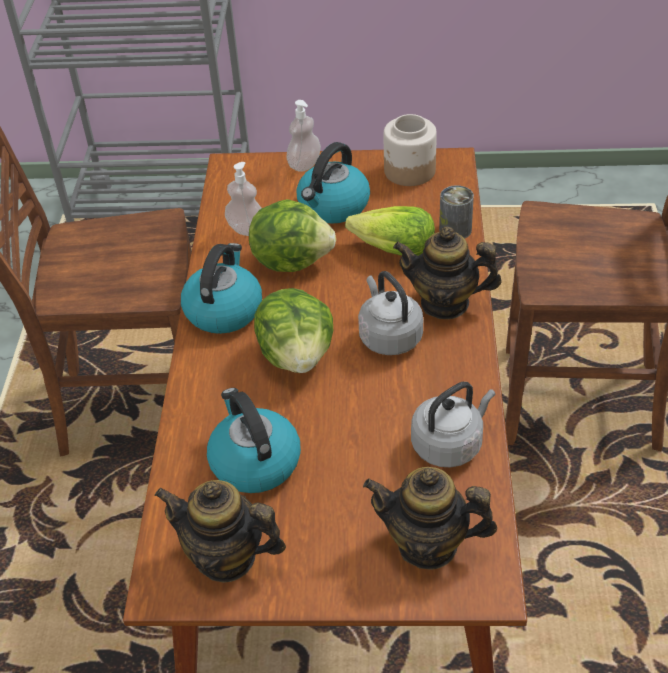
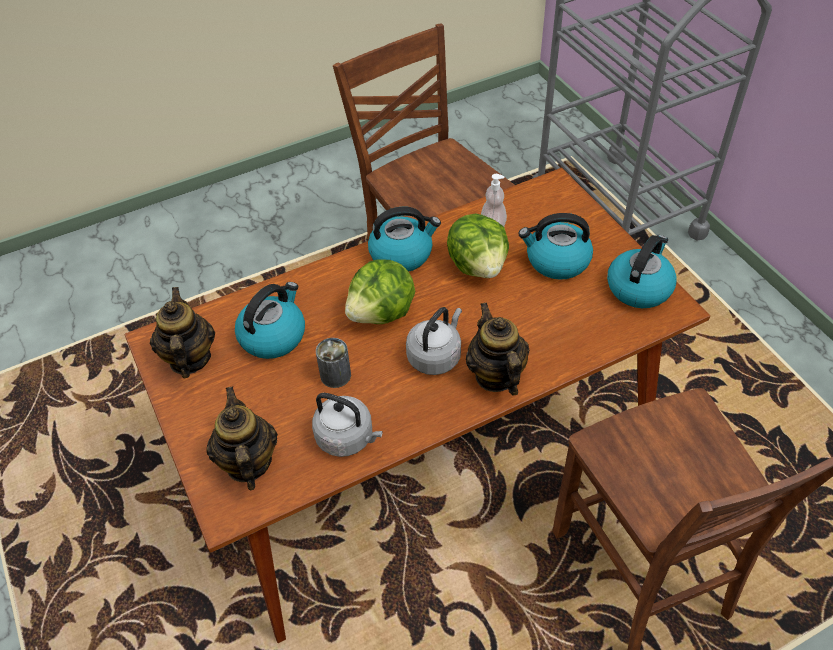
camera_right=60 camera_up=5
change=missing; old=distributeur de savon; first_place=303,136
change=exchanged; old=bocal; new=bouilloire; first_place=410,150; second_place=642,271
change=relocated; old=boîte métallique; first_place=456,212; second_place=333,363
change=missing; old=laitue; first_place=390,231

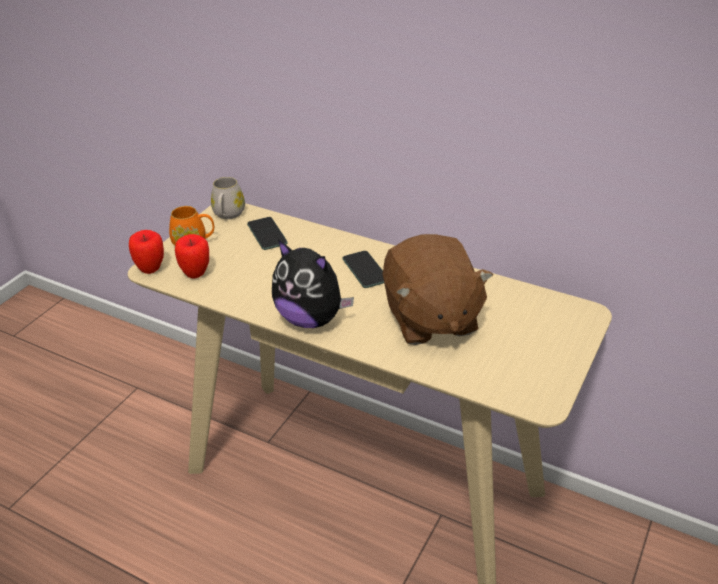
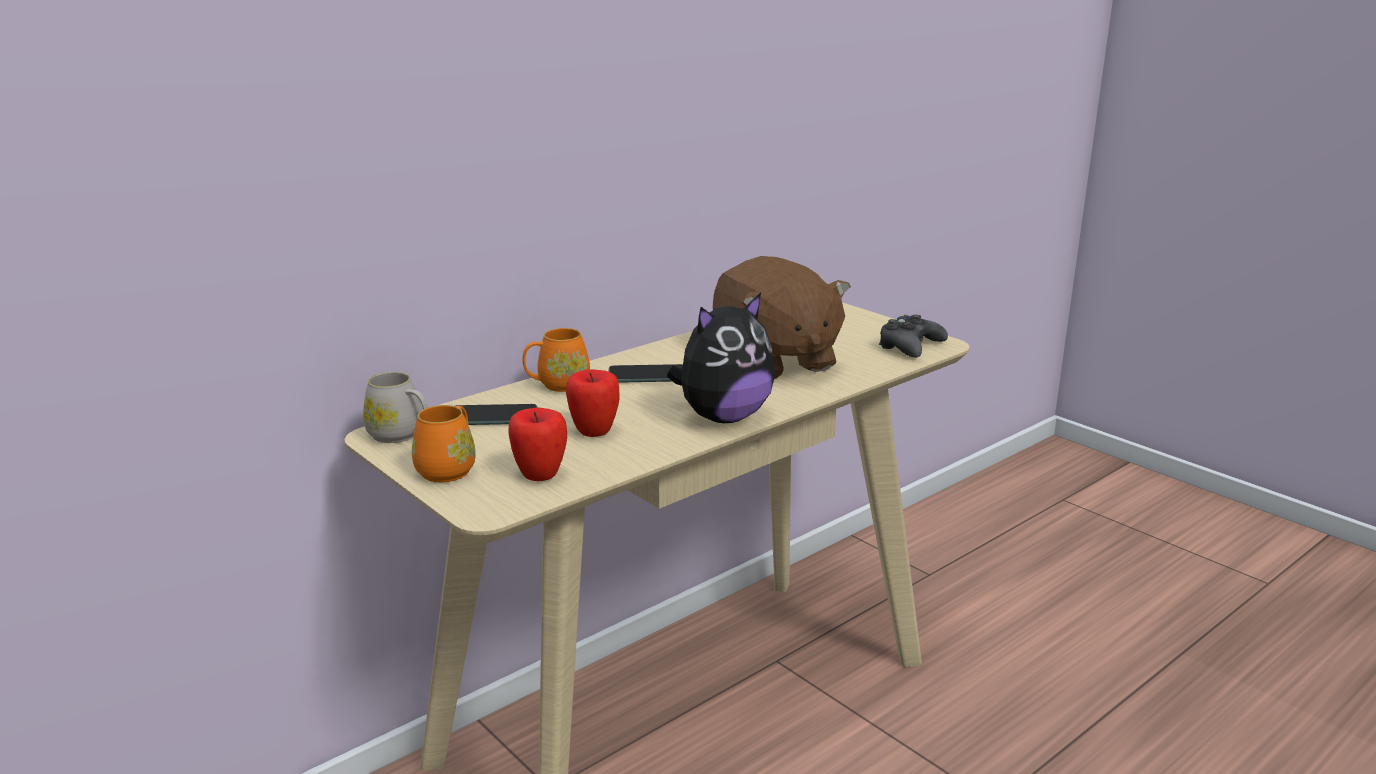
camera_right=-70 camera_up=-15
change=relocated; old=pomme; first_place=146,252; second_place=593,403
change=spun; old=peluche/marron; first_place=437,289; second_place=782,317; degrees=60
change=appeared; new=manette/noir; second_place=913,336
change=appeared; new=mug/orange; second_place=556,360

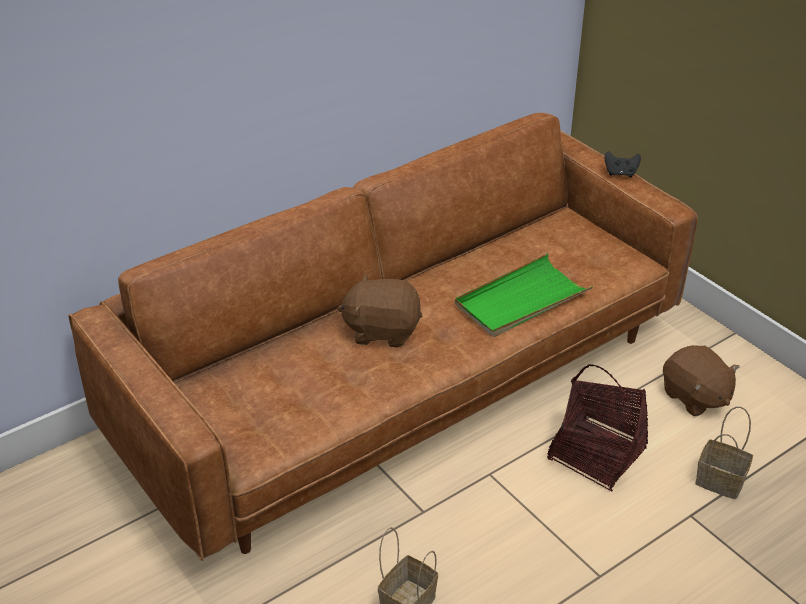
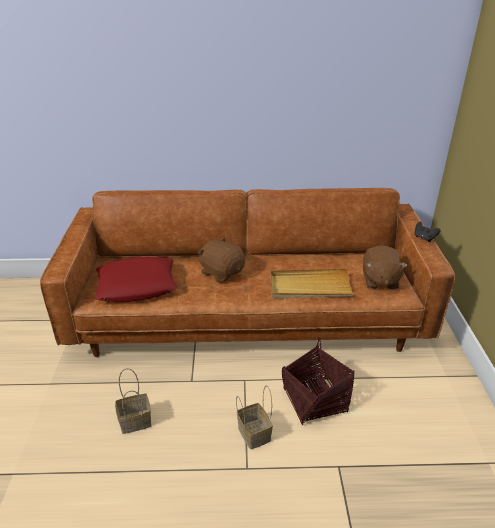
camera_right=35 camera_up=-5
change=colour; old=plateau/vert; new=plateau/beige; first_place=523,295; second_place=313,283
change=relocated; old=peluche/marron; first_place=701,380; second_place=385,268
change=relocated; old=panier; first_place=724,453; second_place=254,417
change=appeared; new=coussin/rouge; second_place=136,279

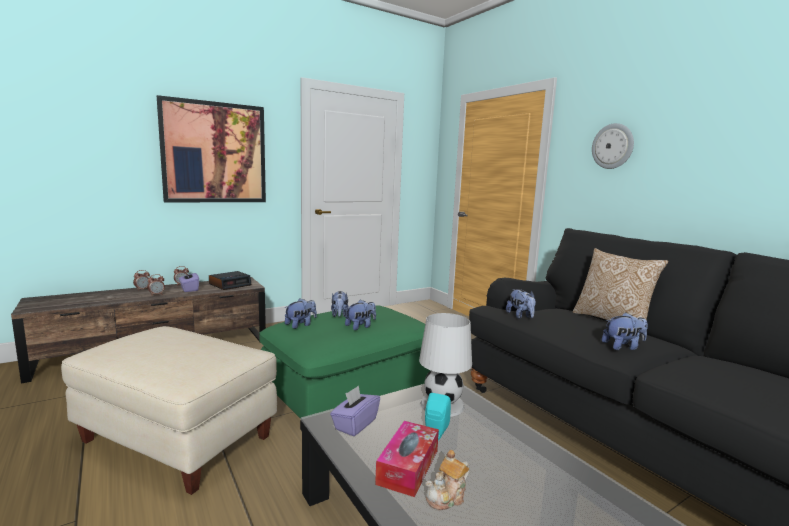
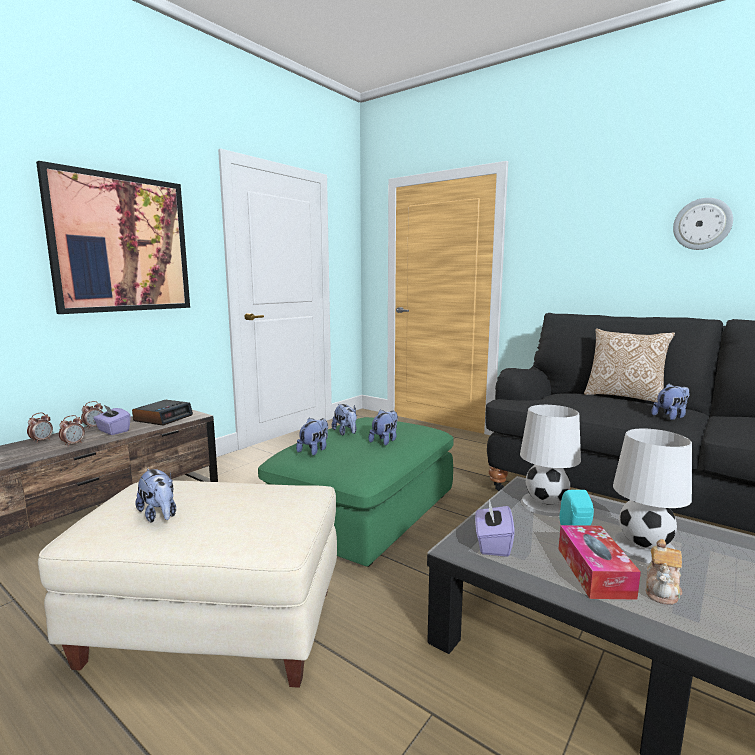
camera_right=-20 camera_up=0
change=relocated; old=horloge murale; first_place=613,146; second_place=703,224
change=relocated; old=peluche; first_place=521,304; second_place=156,496
change=appeared; new=lampe de table/blanc; second_place=652,496

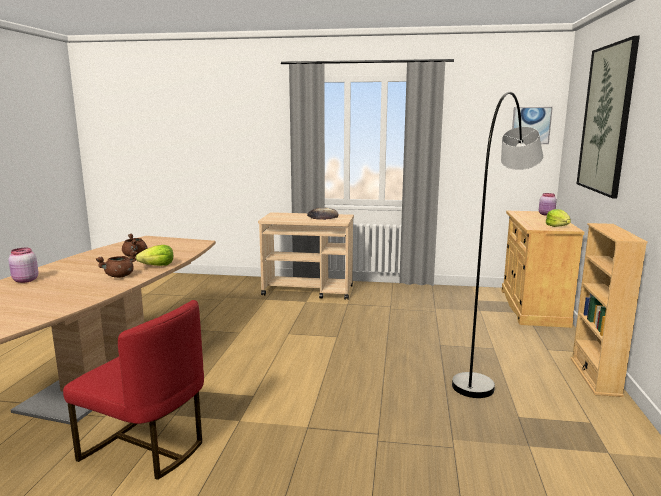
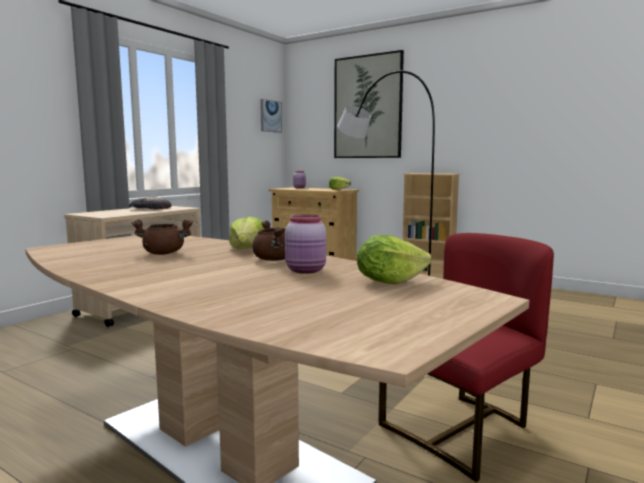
camera_right=-65 camera_up=-5
change=relocated; old=bocal/rose; first_place=24,265; second_place=305,244
change=appeared; new=laitue; second_place=394,259

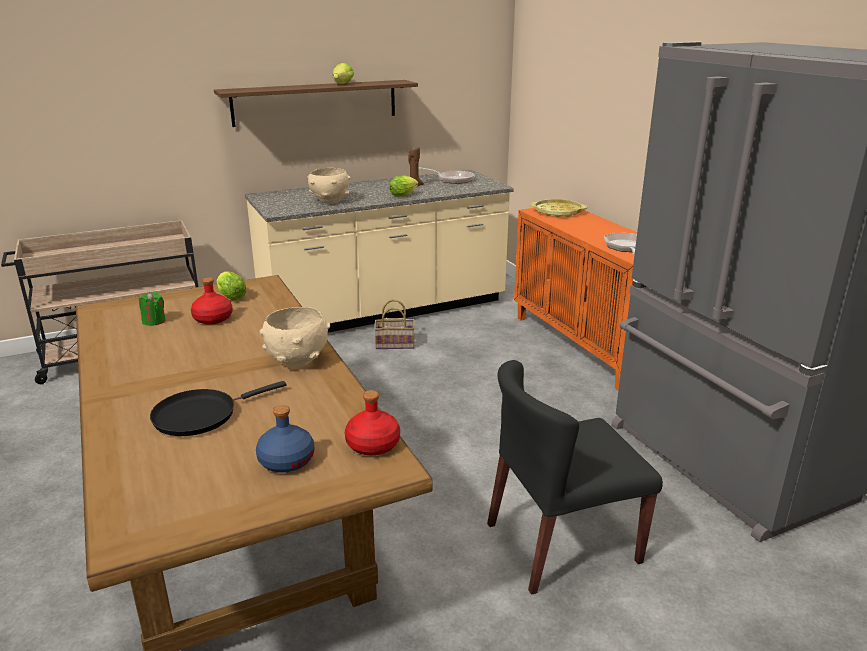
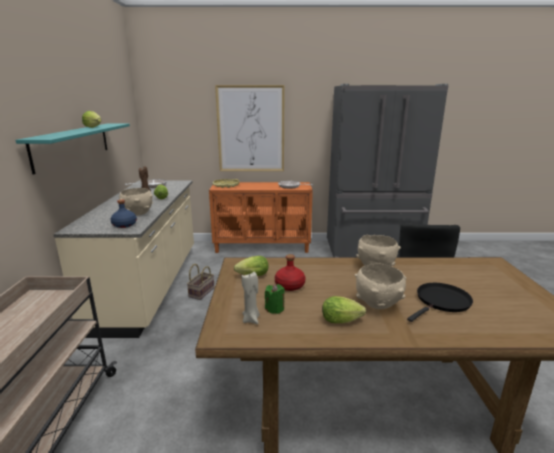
camera_right=-65 camera_up=-5
change=colour; old=étagère/marron; new=étagère/turquoise; first_place=316,103; second_place=72,149
change=spun; old=poêle/noir; first_place=218,408; second_place=440,302; degrees=-120
change=missing; old=bouteille/rouge; first_place=372,422
change=relocated; old=bouteille/bleu; first_place=285,439; second_place=123,213
change=appeared; new=tableau; second_place=250,128
change=appeared; new=bol/beige; second_place=380,286
change=appeared; new=bougie/beige; second_place=250,297
change=appeared; new=laitue; second_place=344,309

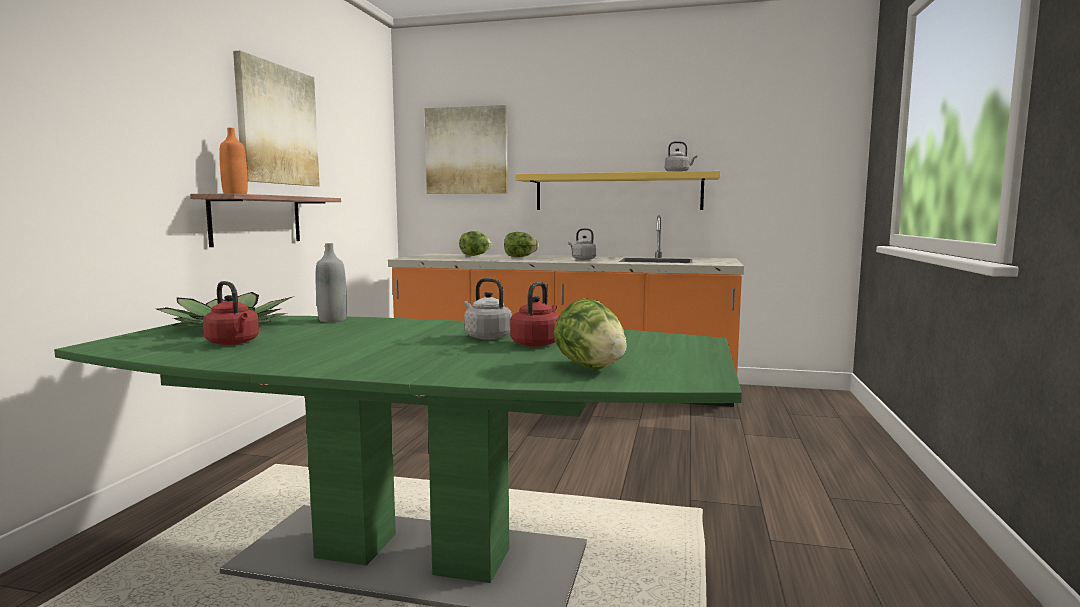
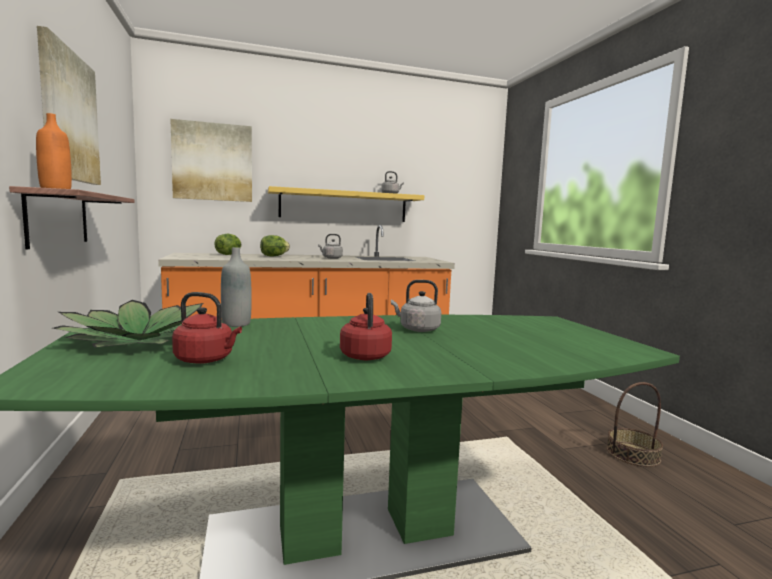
camera_right=-30 camera_up=0
change=relocated; old=bouilloire/rouge; first_place=534,314; second_place=366,326
change=missing; old=laitue; first_place=590,333
change=appeared; new=panier; second_place=635,424

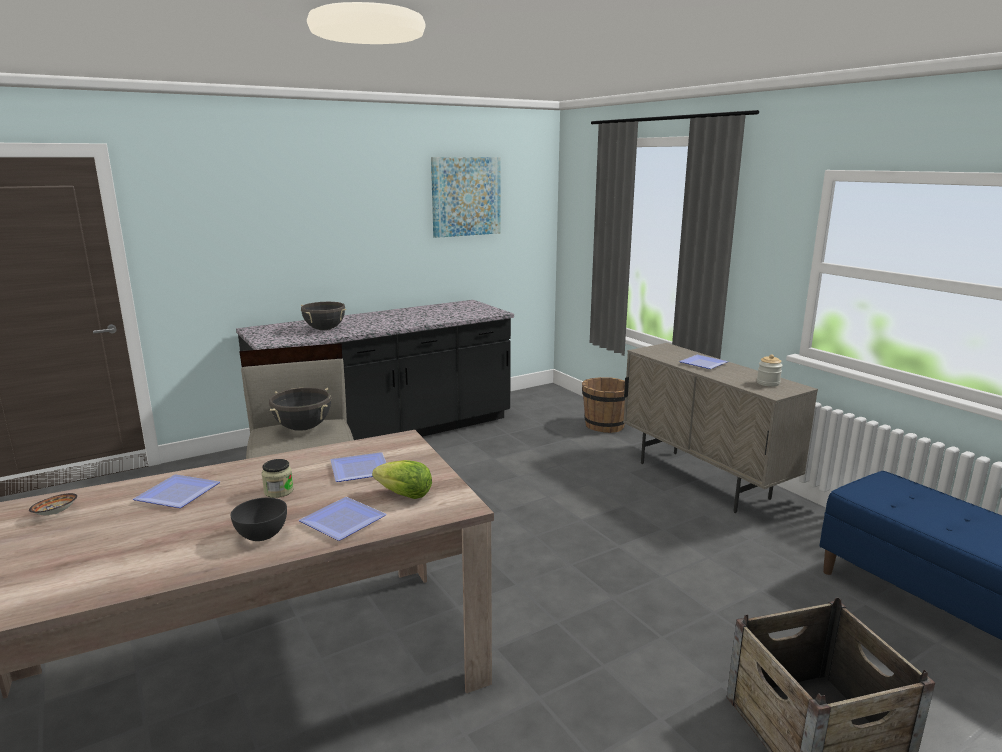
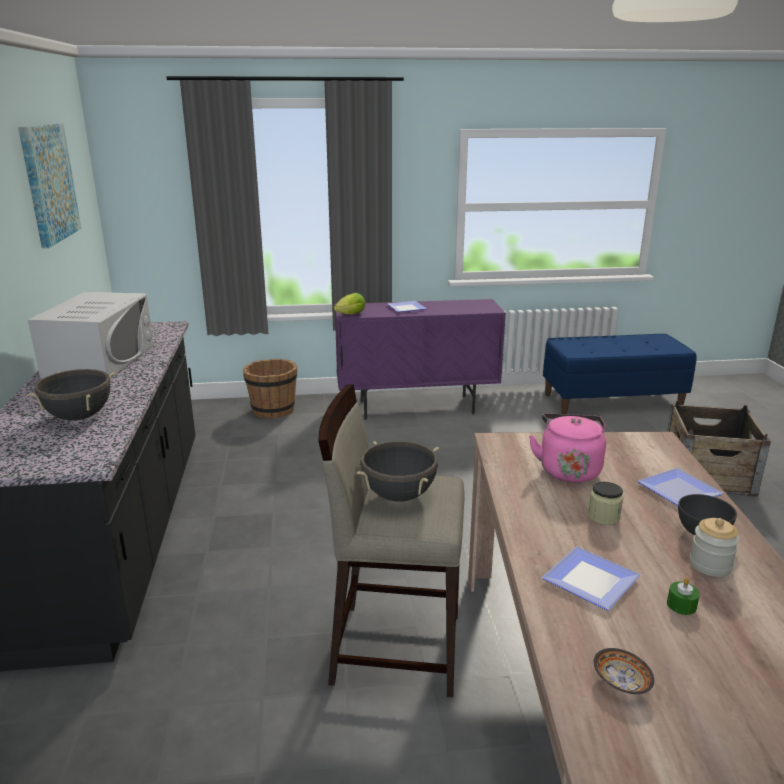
camera_right=-65 camera_up=5
change=colour; old=meuble de rangement/beige; new=meuble de rangement/violet; first_place=720,428; second_place=420,359
change=relocated; old=bocal; first_place=770,370; second_place=714,547
change=exchanged; old=assiette; new=bouilloire/rose; first_place=358,467; second_place=567,448
change=relocated; old=laitue; first_place=402,479; second_place=349,303
change=appeared; new=micro-ondes/blanc; second_place=91,335
change=appeared; new=bougie/vert; second_place=683,596

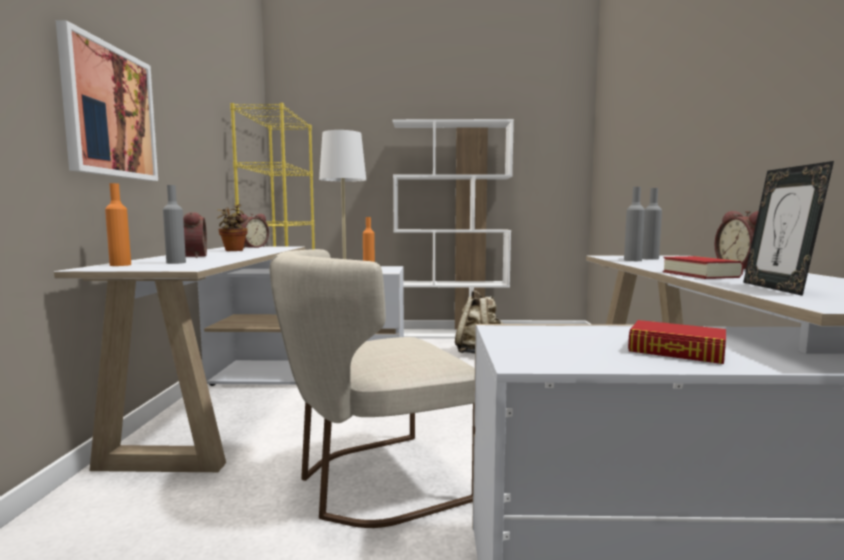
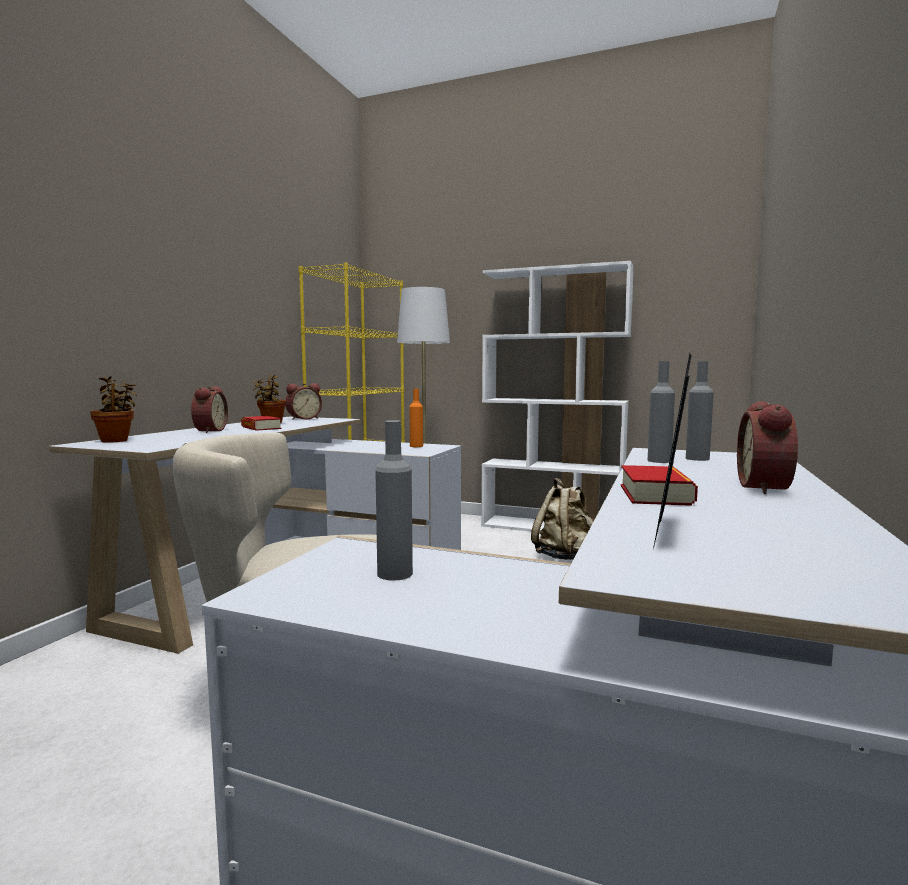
camera_right=20 camera_up=0
change=missing; old=tableau; first_place=107,100
change=exchanged; old=bouteille/orange; new=plante en pot; first_place=118,224; second_place=113,409
change=relocated; old=bouteille/gris; first_place=174,224; second_place=394,500
change=relocated; old=livre; first_place=677,342; second_place=261,423

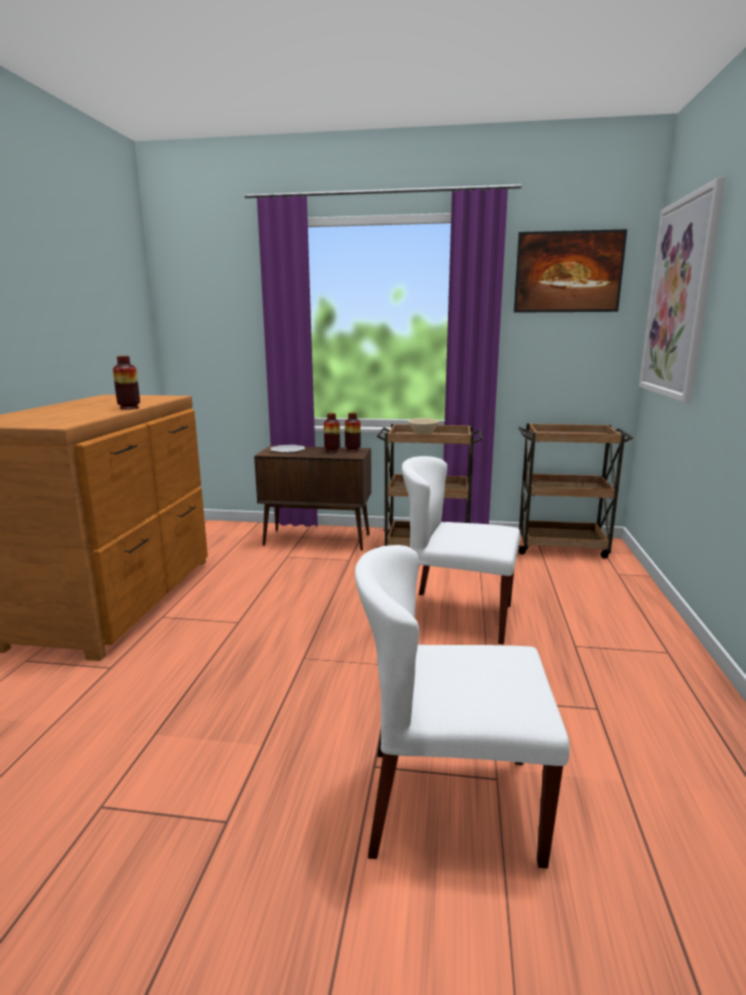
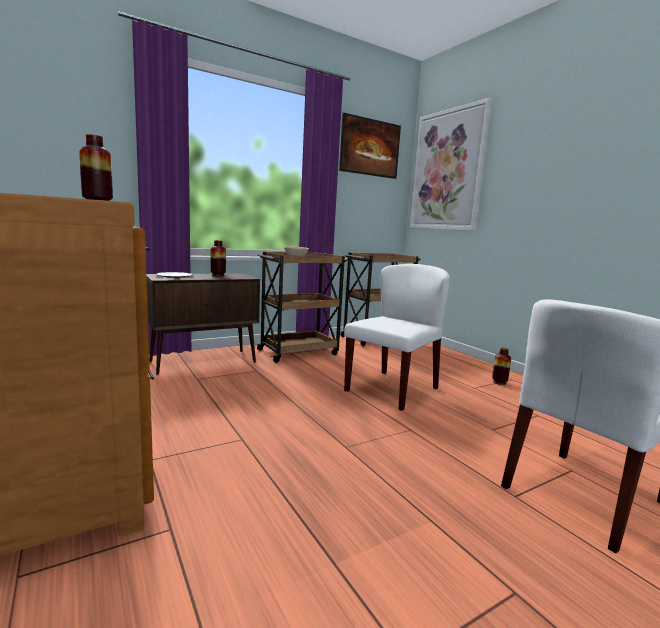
camera_right=-40 camera_up=-5
change=relocated; old=vase; first_place=353,432; second_place=501,366
change=spun; old=chaise/blanc; first_place=461,550; second_place=397,337; degrees=150

